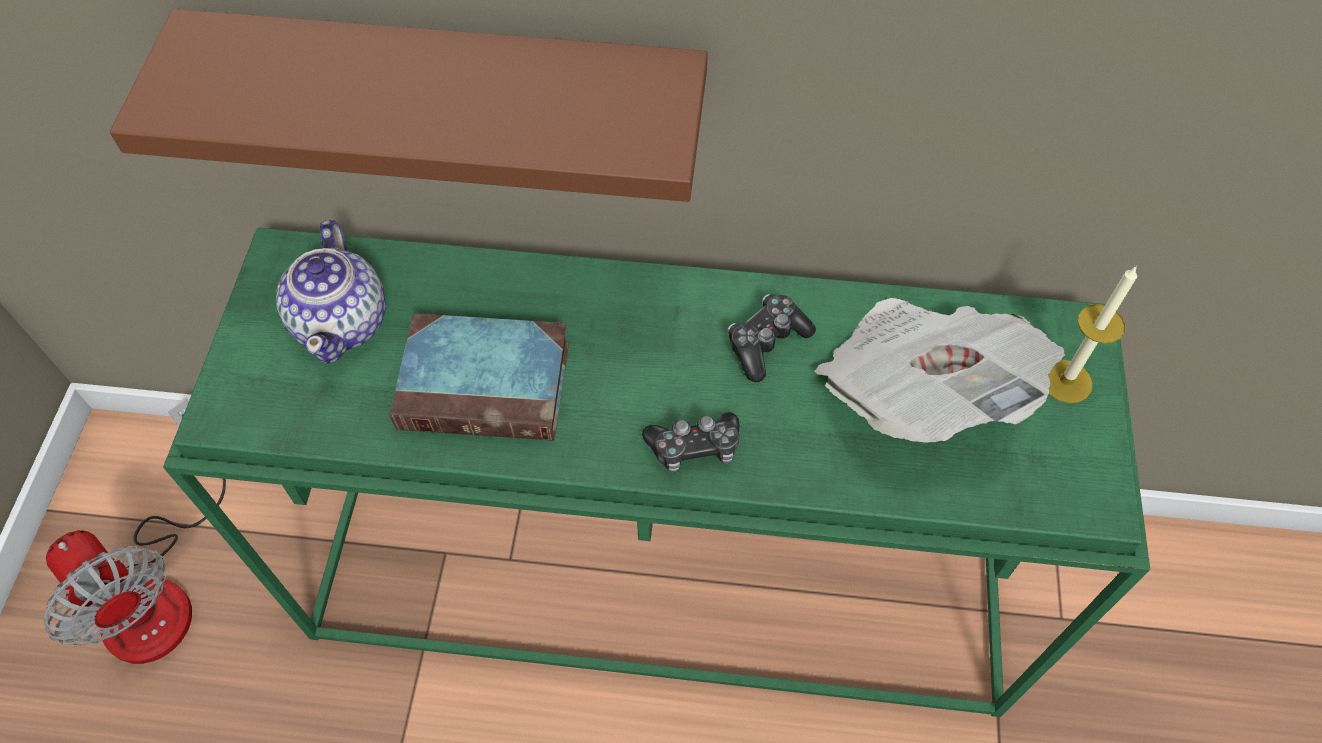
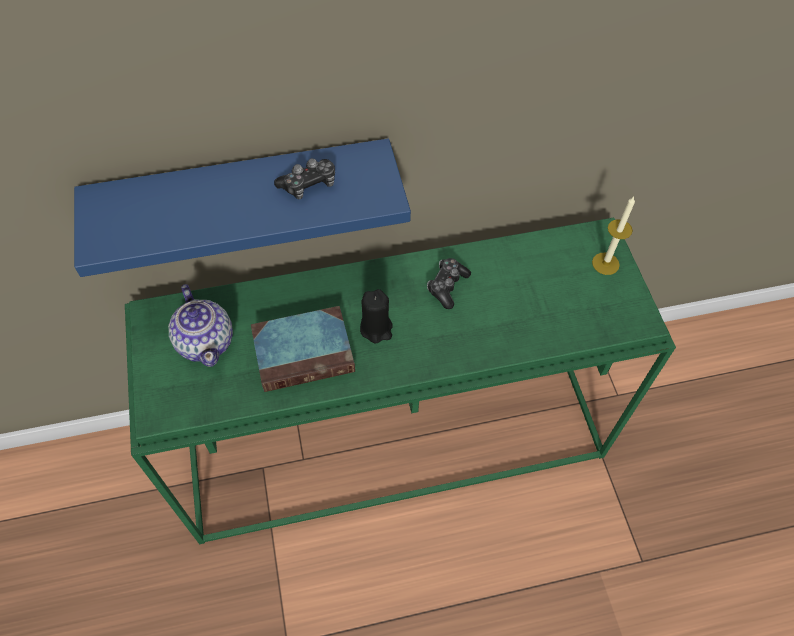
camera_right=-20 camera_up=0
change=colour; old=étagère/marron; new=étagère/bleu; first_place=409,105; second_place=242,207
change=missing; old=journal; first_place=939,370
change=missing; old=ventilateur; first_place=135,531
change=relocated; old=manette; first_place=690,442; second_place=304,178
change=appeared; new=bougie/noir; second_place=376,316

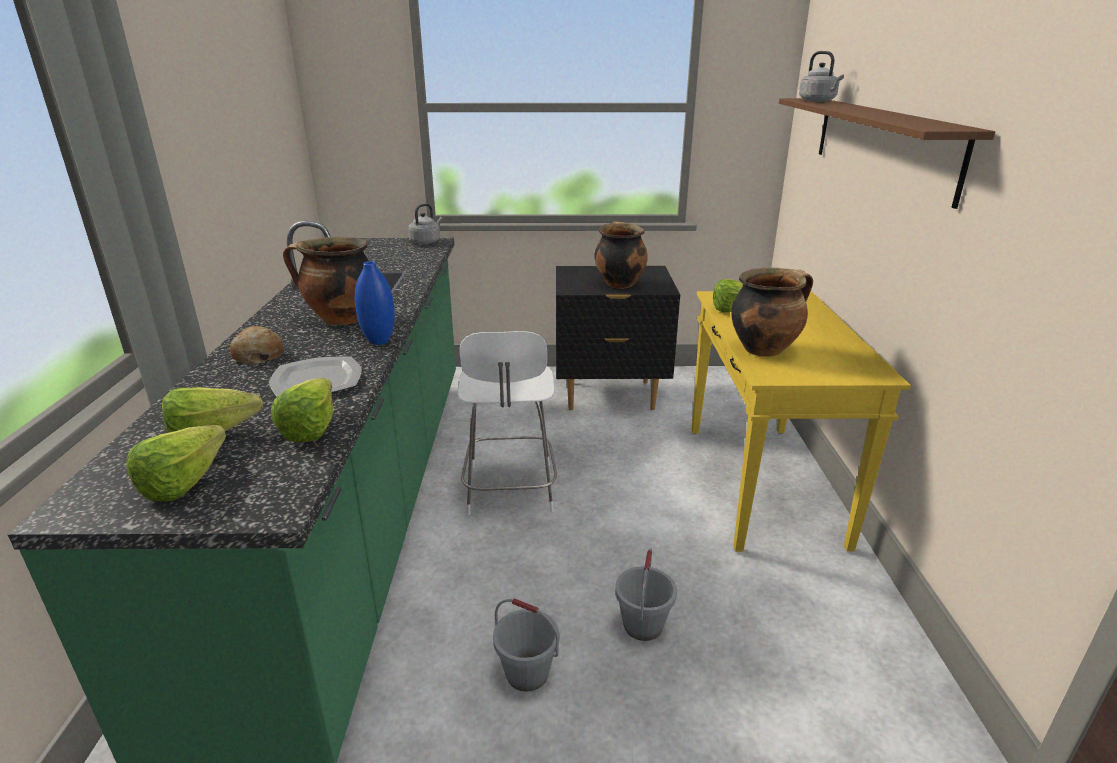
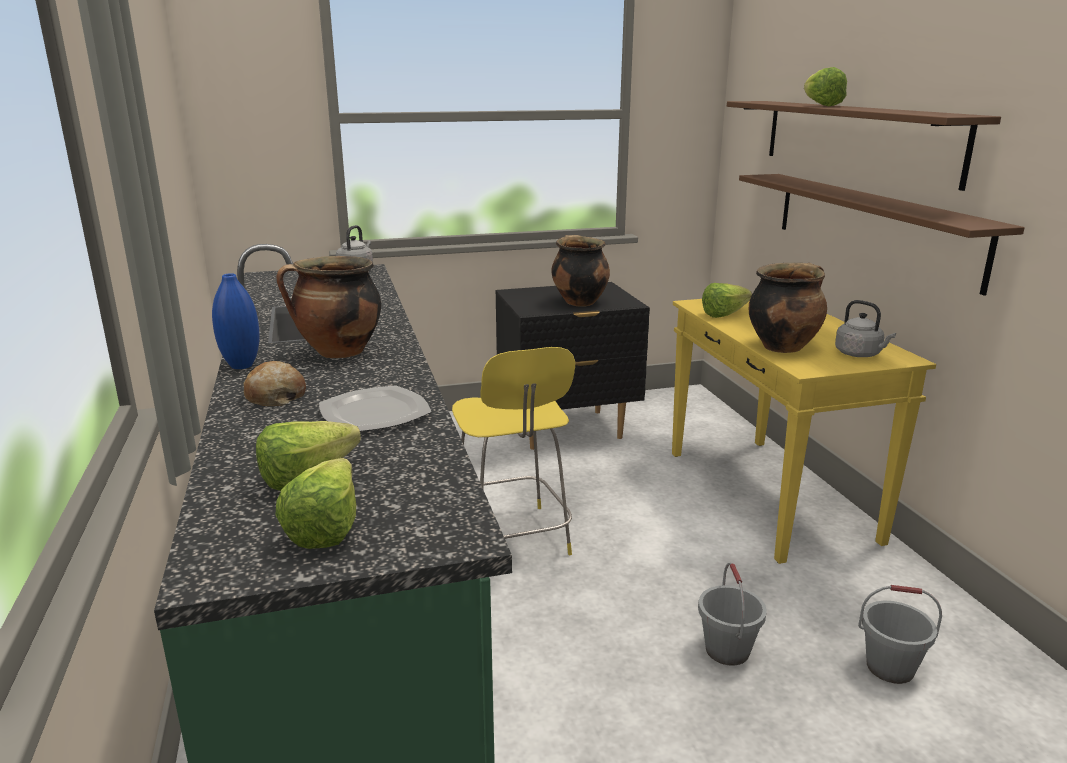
camera_right=-15 camera_up=-5
change=relocated; old=bouilloire/gris; first_place=821,76; second_place=865,328
change=relocated; old=vase/bleu; first_place=375,303; second_place=236,321
change=colour; old=chaise/blanc; new=chaise/jaune; first_place=507,423; second_place=513,451
change=relocated; old=laitue; first_place=302,410; second_place=825,86
change=relocated; old=seau/gris; first_place=526,645; second_place=900,634
change=appeared; new=étagère/marron; second_place=882,235

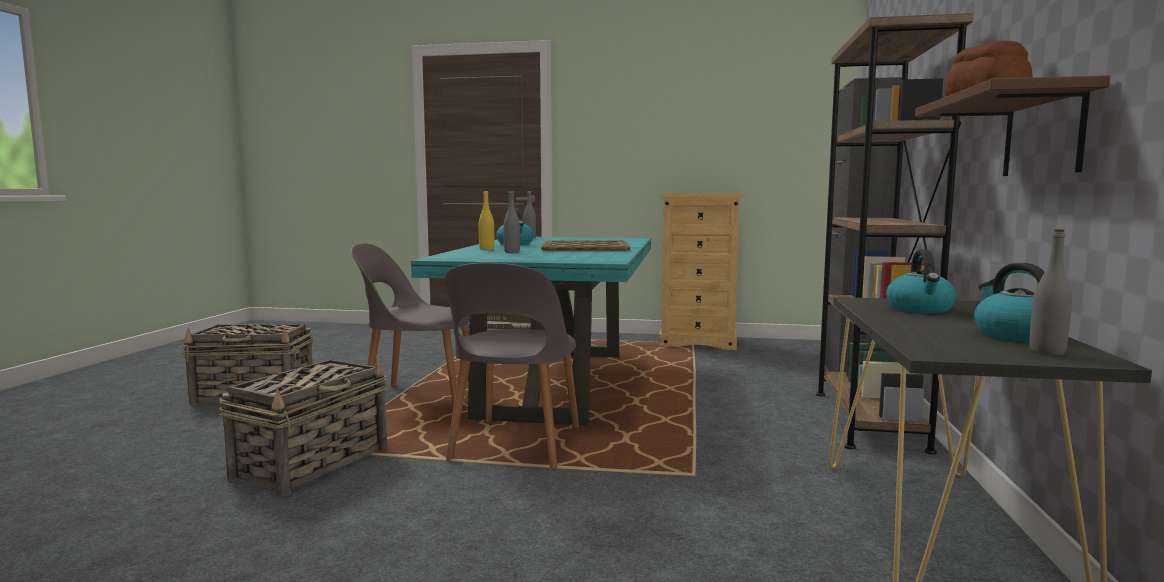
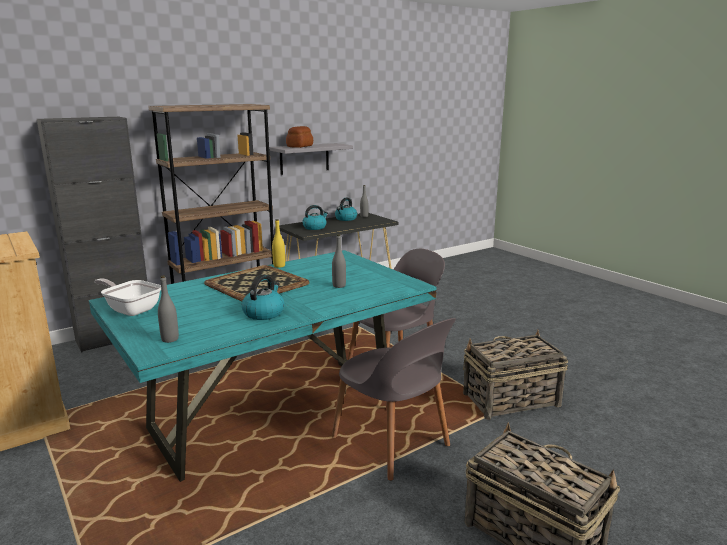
camera_right=-135 camera_up=10
change=colour; old=étagère/marron; new=étagère/gris; first_place=1012,125; second_place=311,159
change=relocated; old=bouteille/jaune; first_place=486,220; second_place=278,243
change=appeared; new=poêle; second_place=127,297

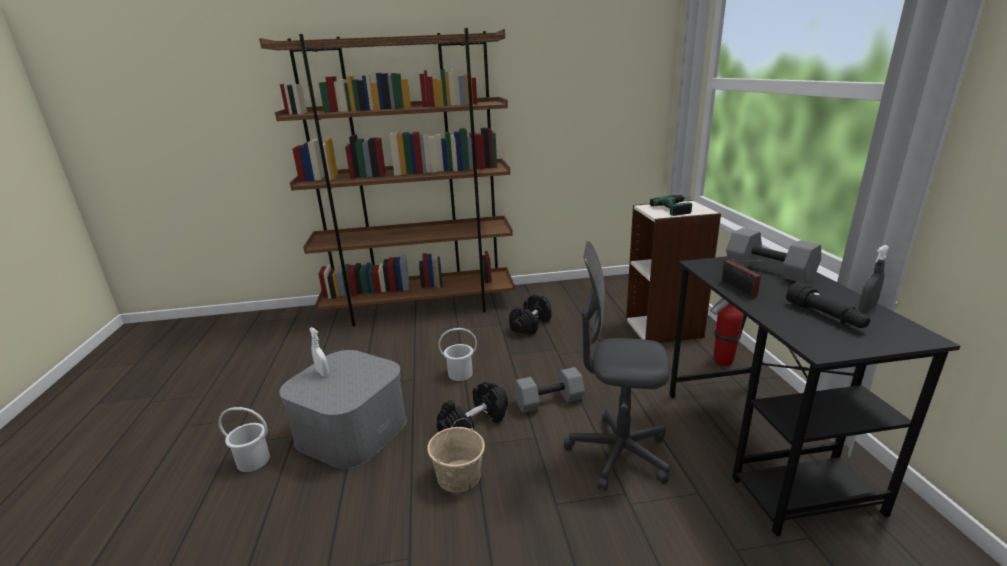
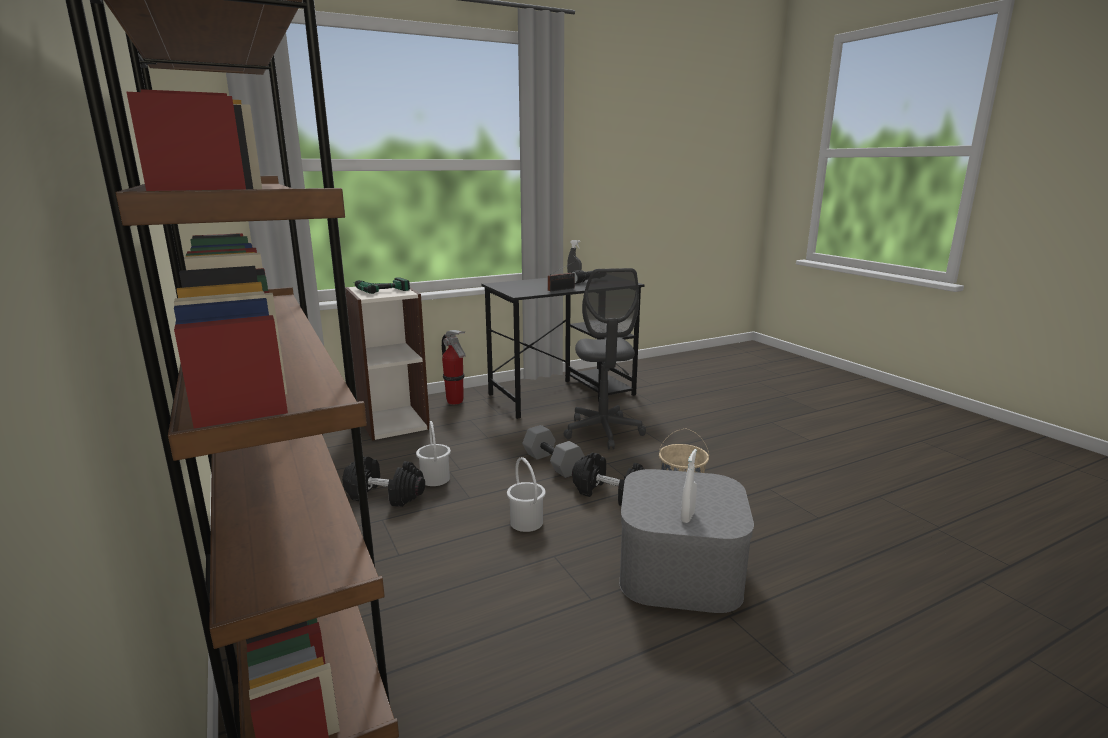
camera_right=-110 camera_up=-5
change=missing; old=haltère/gris; first_place=773,256
change=relocated; old=seau/blanc; first_place=244,439; second_place=433,453

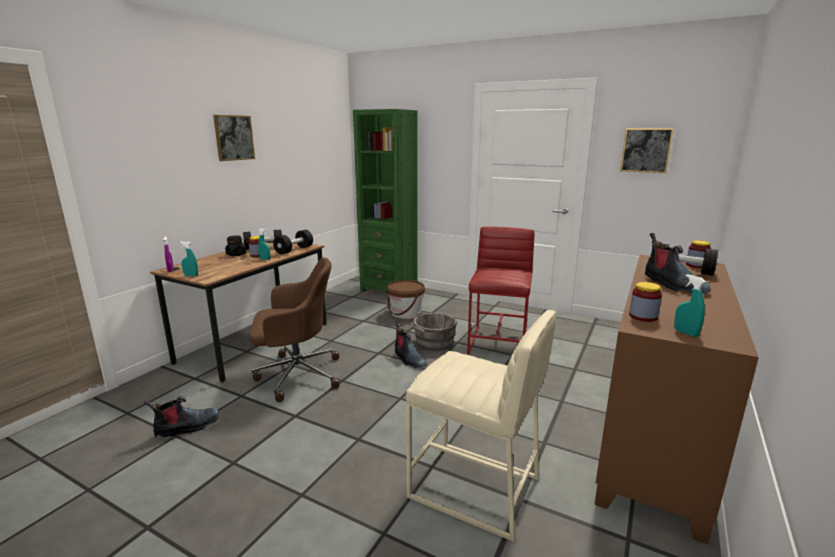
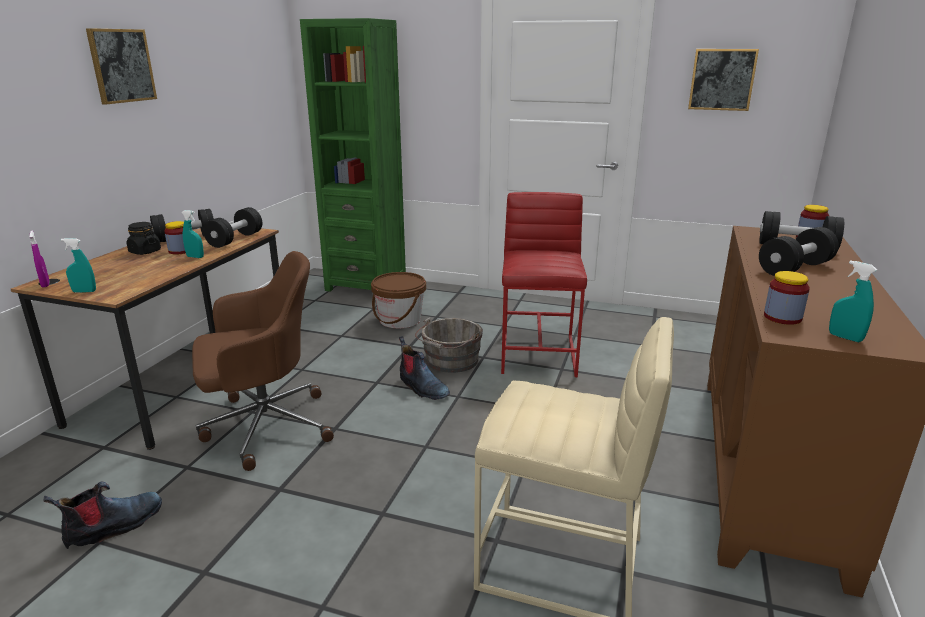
camera_right=-10 camera_up=5
change=exchanged; old=botte; new=haltère/noir; first_place=678,263; second_place=799,251

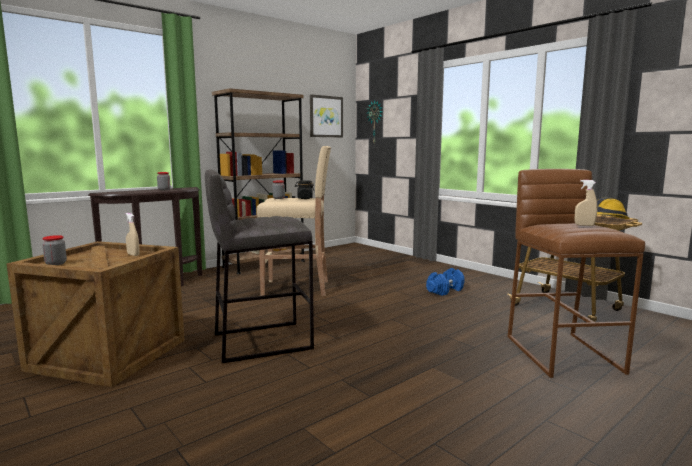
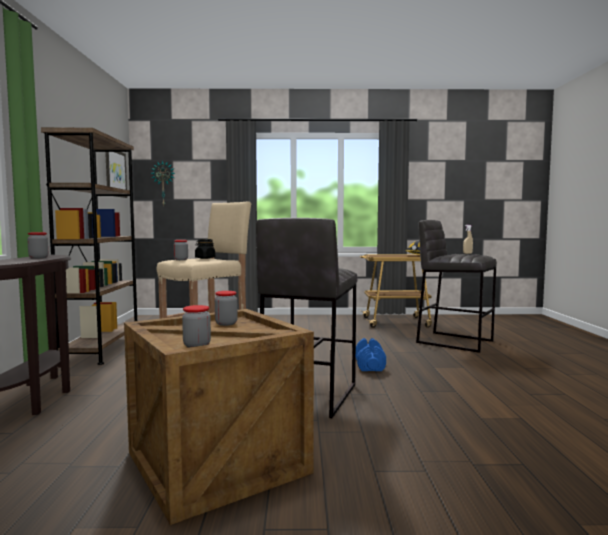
camera_right=-50 camera_up=-5
change=colour; old=tabouret/marron; new=tabouret/gris; first_place=576,273; second_place=456,286
change=exchanged; old=vaporisateur/beige; new=bocal; first_place=133,234; second_place=226,308
change=relocated; old=haltère/bleu; first_place=445,282; second_place=371,354

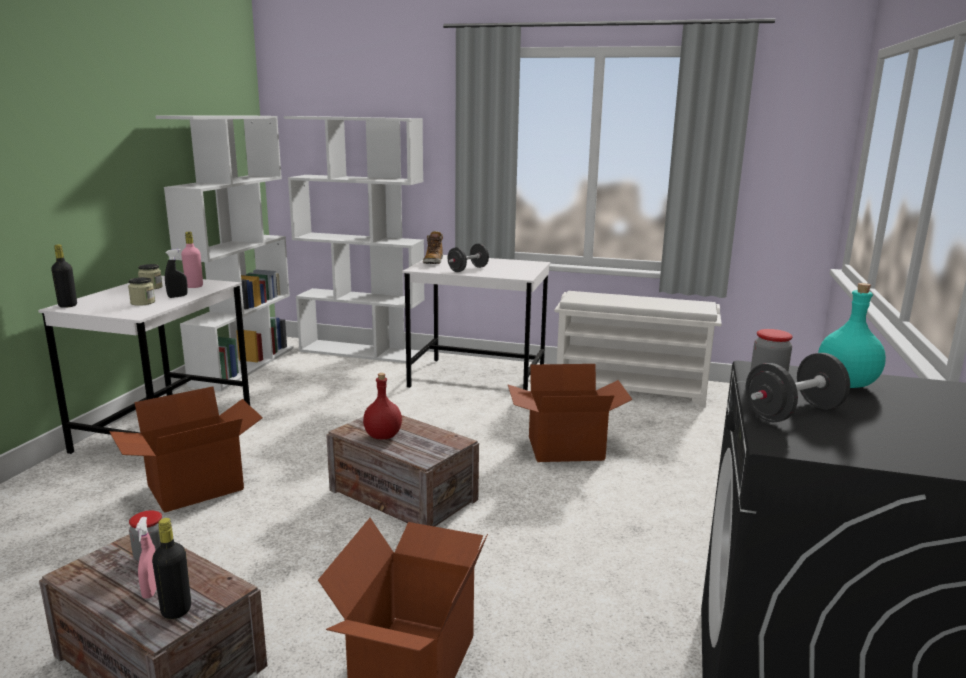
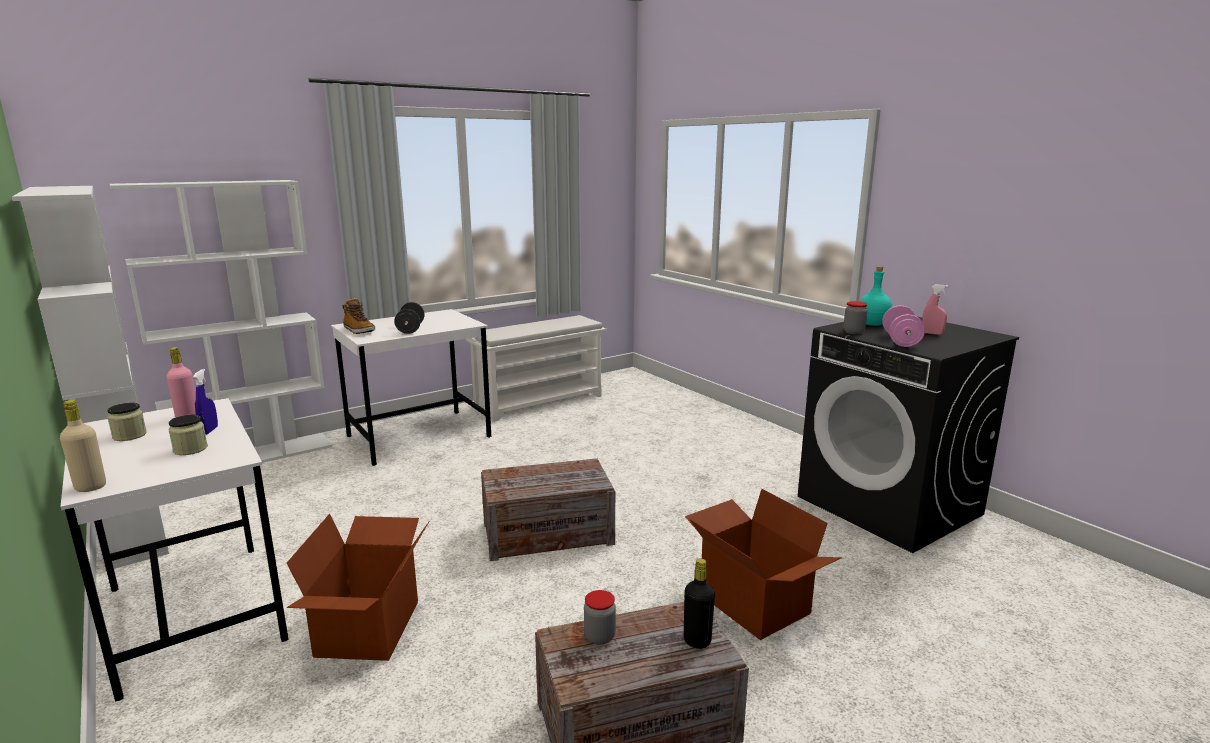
camera_right=-50 camera_up=0
change=colour; old=bouteille/noir; new=bouteille/beige; first_place=64,276; second_place=83,446
change=colour; old=vaporisateur/noir; new=vaporisateur/bleu; first_place=176,273; second_place=205,402
change=colour; old=haltère/noir; new=haltère/rose; first_place=797,387; second_place=903,326
change=missing; old=carton; first_place=570,413
change=missing; old=bouteille/rouge; first_place=382,406
change=relocated; old=vaporisateur/rose; first_place=146,558; second_place=935,309

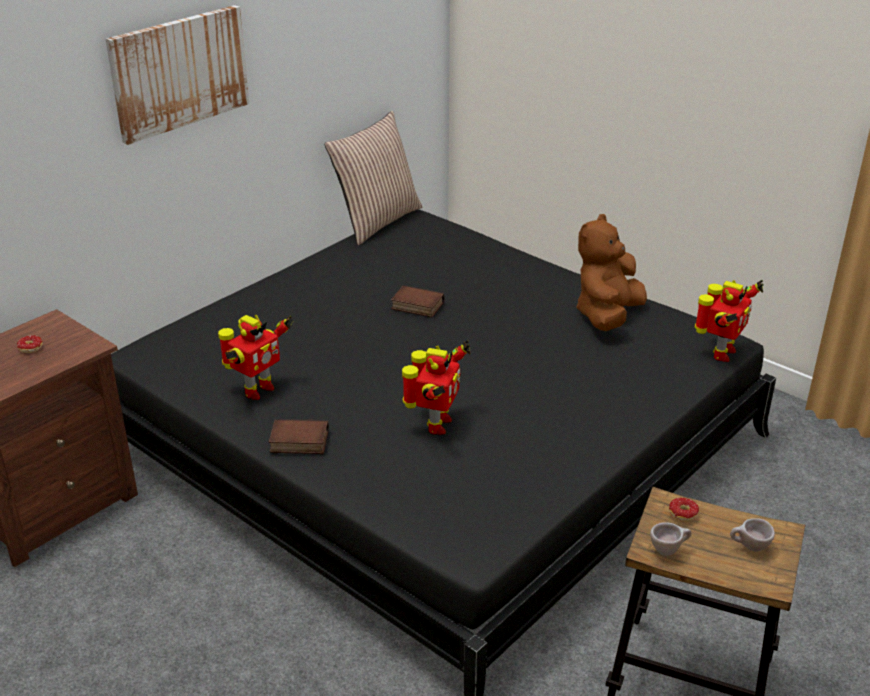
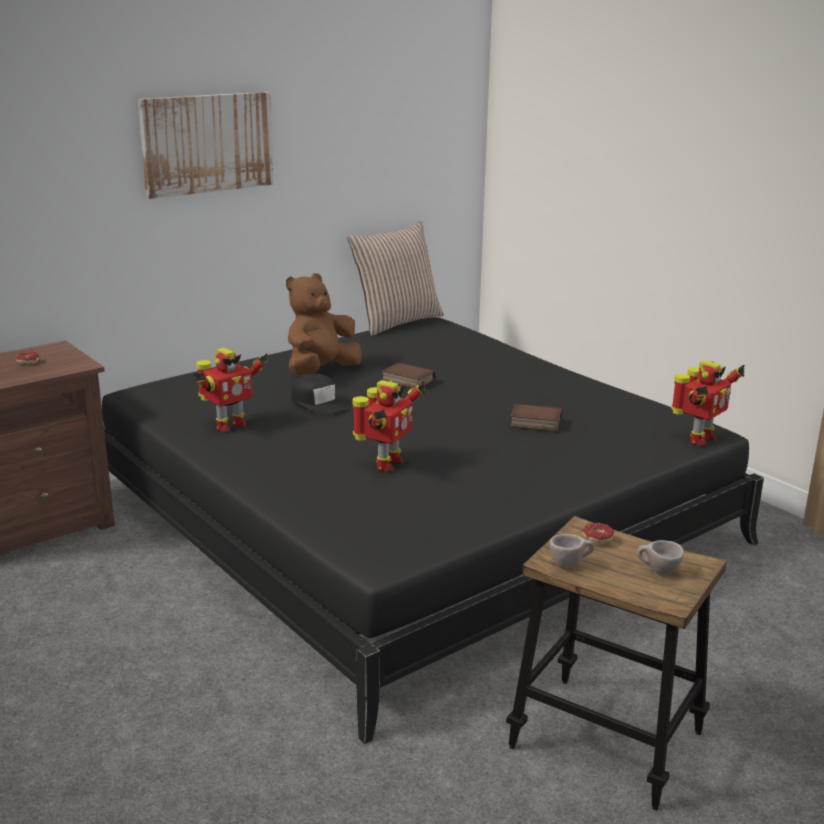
camera_right=10 camera_up=-10
change=relocated; old=peluche/marron; first_place=611,272; second_place=324,324
change=relocated; old=livre; first_place=299,436; second_place=536,417
change=appeared; new=casquette/noir; second_place=321,395

